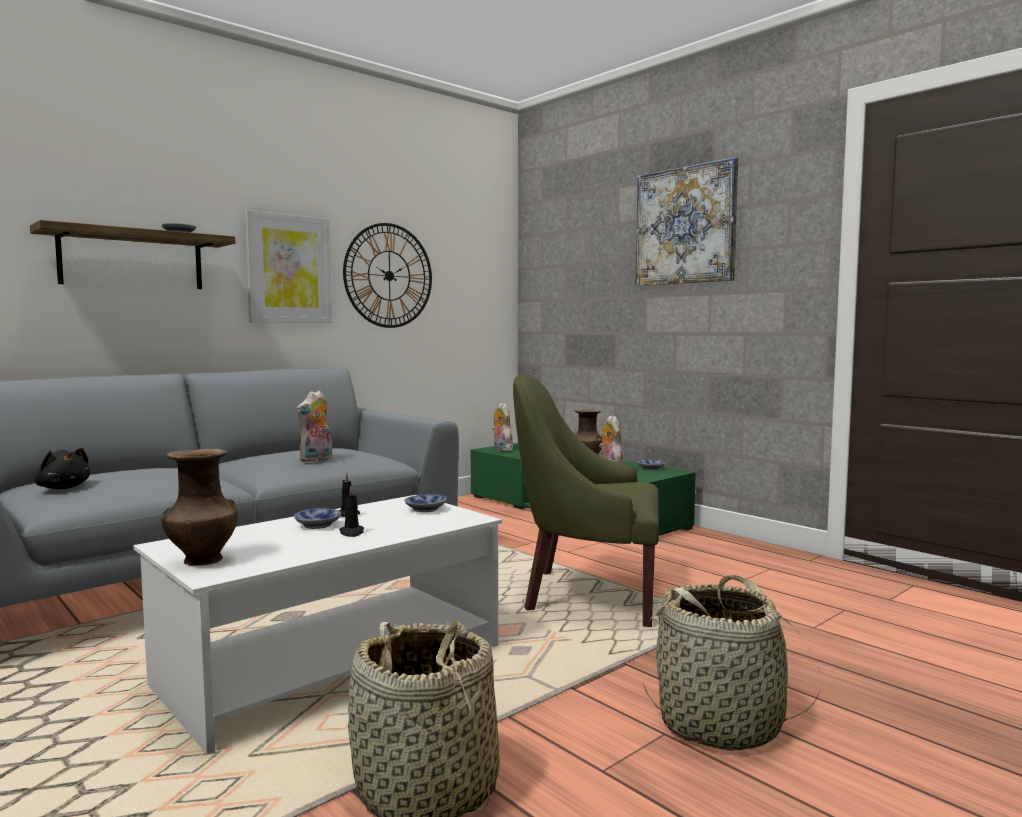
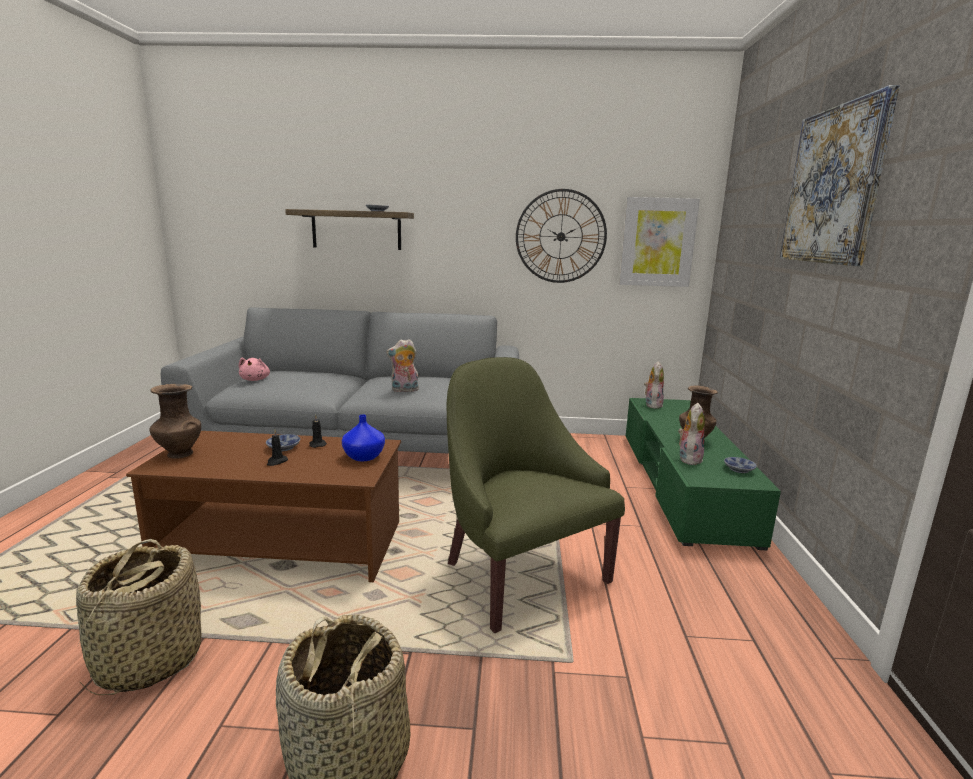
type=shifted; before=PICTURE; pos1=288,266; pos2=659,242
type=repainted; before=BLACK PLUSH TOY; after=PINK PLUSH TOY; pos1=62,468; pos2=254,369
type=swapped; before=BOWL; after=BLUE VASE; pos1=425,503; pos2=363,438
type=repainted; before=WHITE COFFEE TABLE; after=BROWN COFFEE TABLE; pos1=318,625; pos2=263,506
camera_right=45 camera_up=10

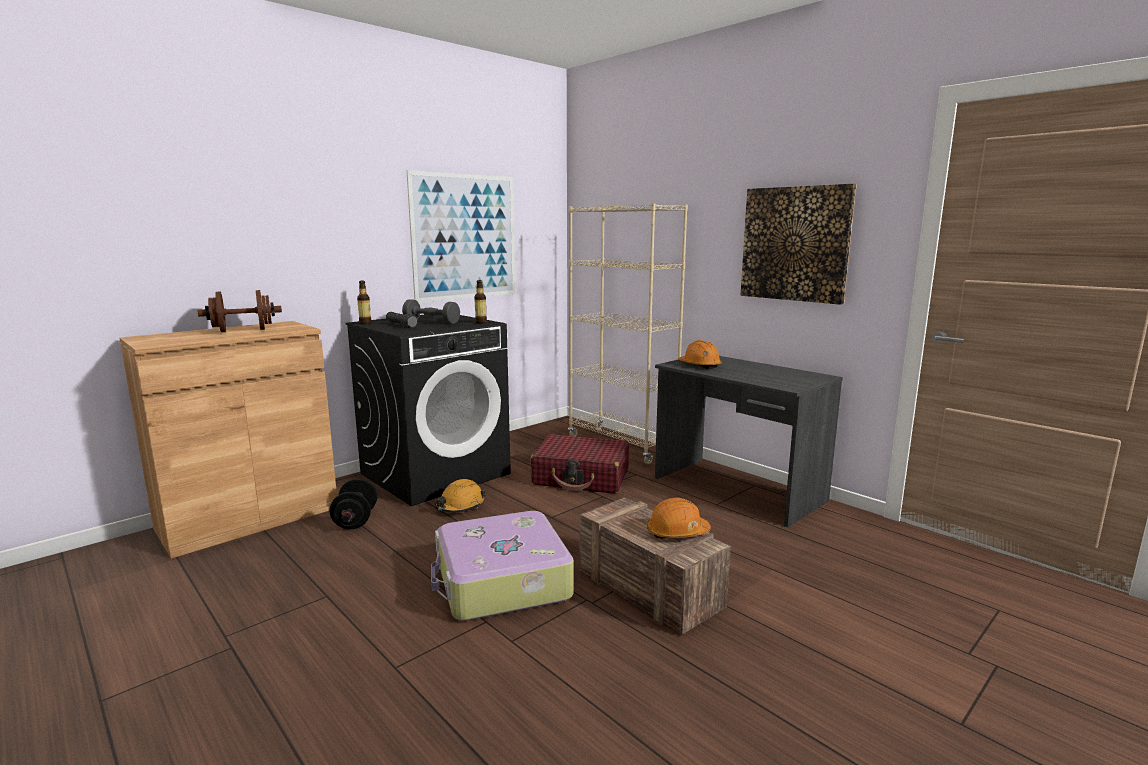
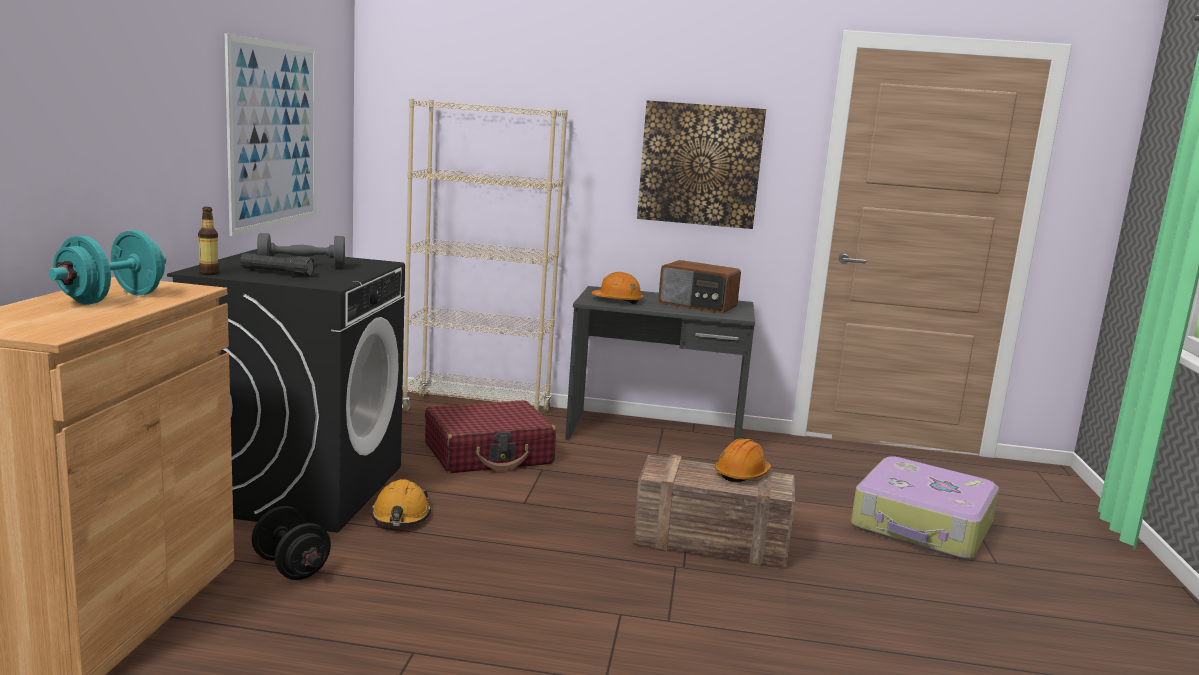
type=gone; before=BOTTLE; pos1=480,302
type=repainted; before=BROWN DUMBBELL; after=TURQUOISE DUMBBELL; pos1=239,311; pos2=107,267
type=shifted; before=SUITCASE; pos1=502,566; pos2=925,507
type=new; after=RADIO; pos2=699,286
camera_right=-40 camera_up=0

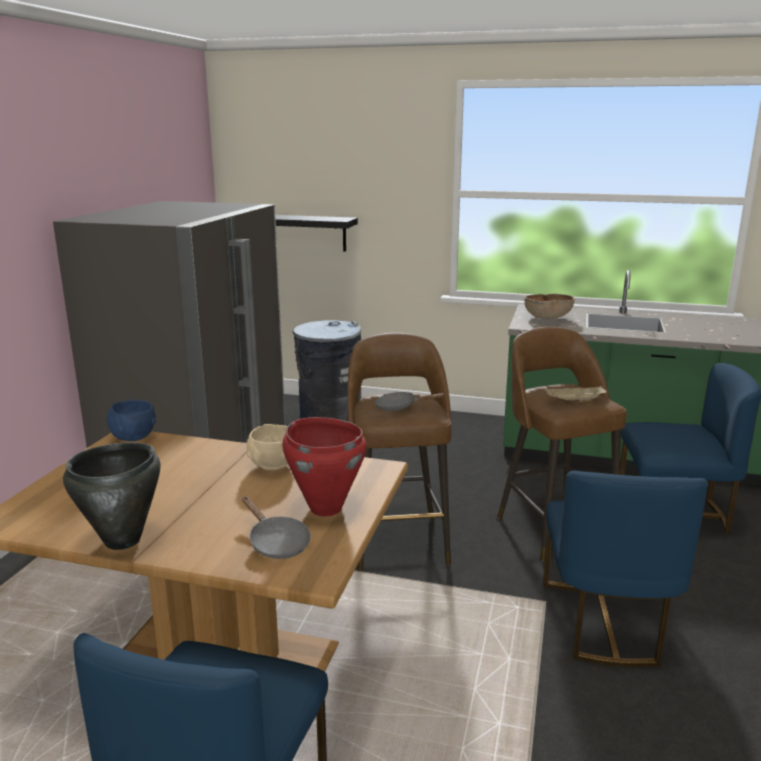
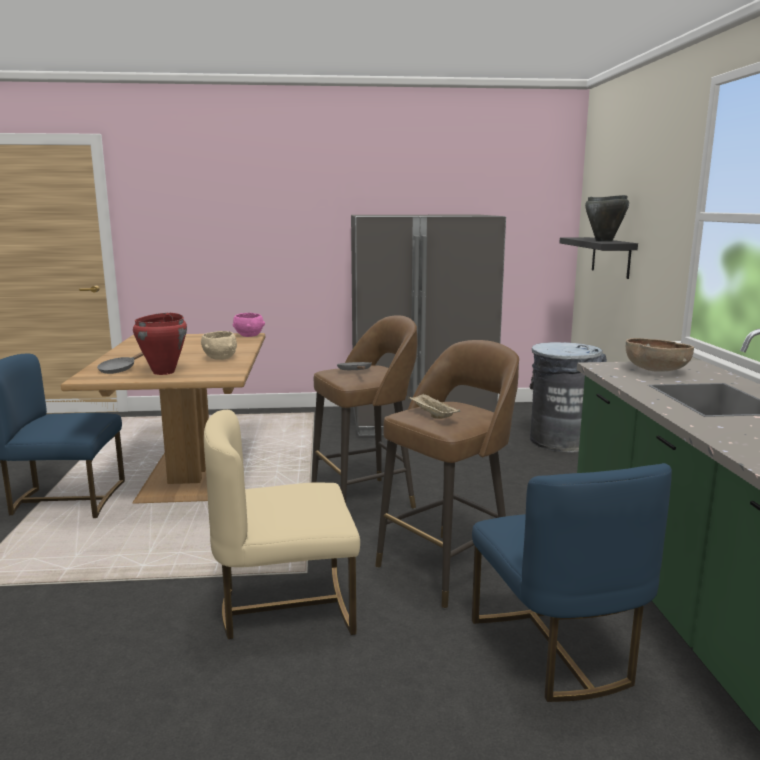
type=repainted; before=BLUE BOWL; after=PINK BOWL; pos1=131,420; pos2=249,325
type=shifted; before=BLACK COOKING POT; pos1=112,496; pos2=607,218
type=repainted; before=BLUE CHAIR; after=BEIGE CHAIR; pos1=625,569; pos2=282,524
camera_right=70 camera_up=-5

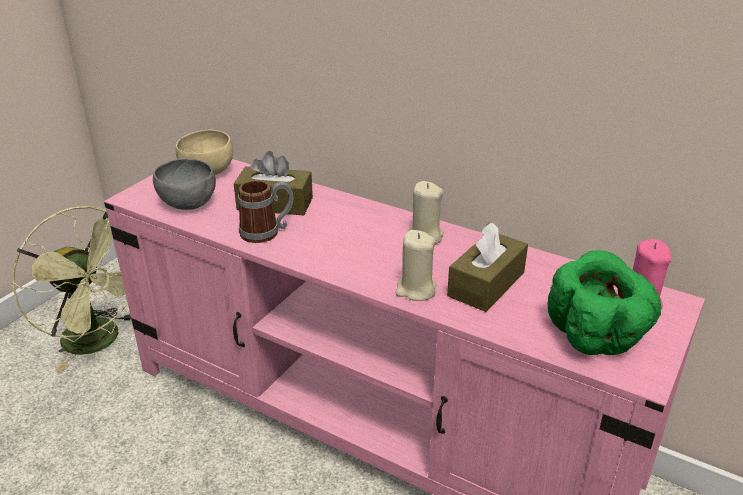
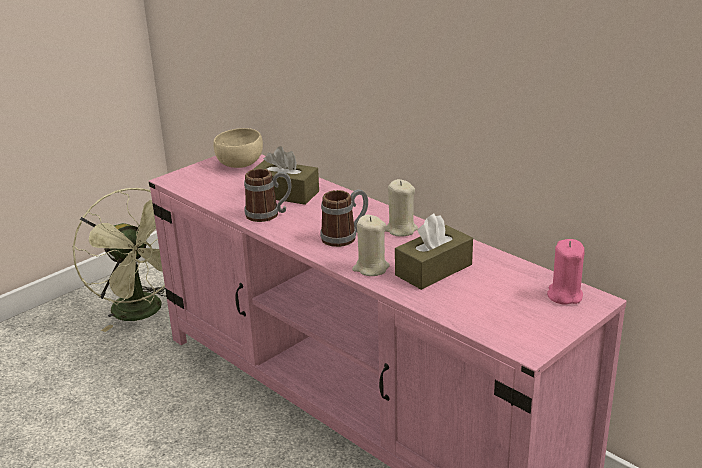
type=gone; before=GREY BOWL; pos1=184,184
type=gone; before=GREEN BOWL; pos1=604,302
type=new; after=MUG; pos2=344,218
camera_right=15 camera_up=-5

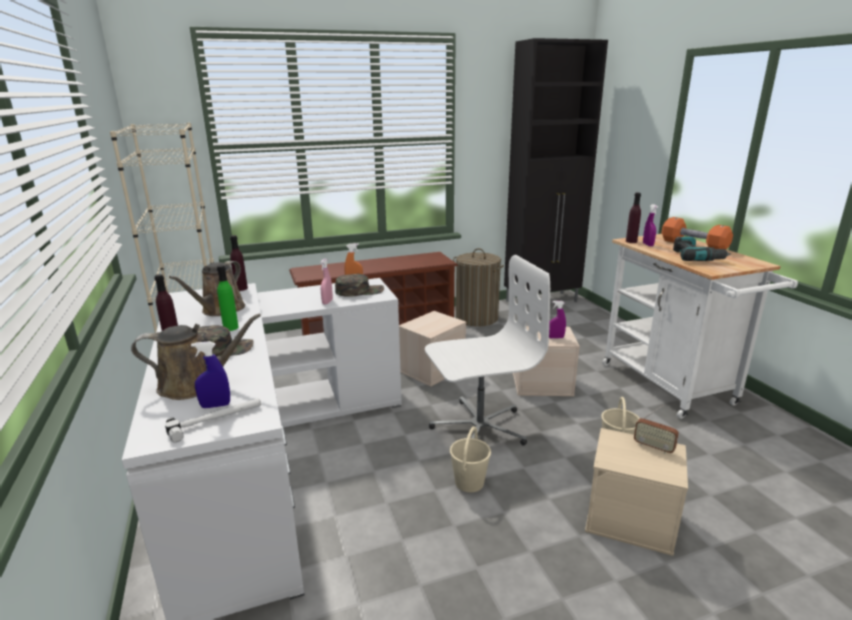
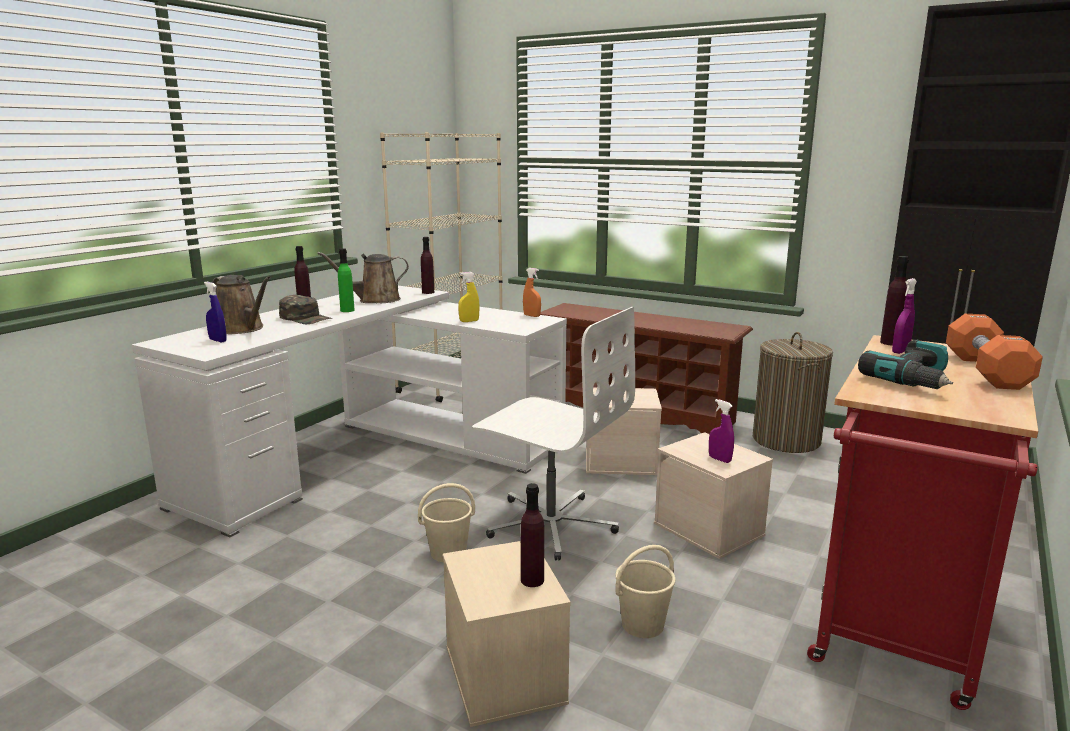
type=repainted; before=WHITE CART; after=RED CART; pos1=700,326; pos2=922,522
type=repainted; before=PINK SPRAY BOTTLE; after=YELLOW SPRAY BOTTLE; pos1=326,281; pos2=468,297
type=gone; before=GREEN CAP; pos1=359,285
type=gone; before=HAMMER; pos1=213,420
type=swapped; before=RADIO; after=PURPLE BOTTLE; pos1=656,430; pos2=532,535
camera_right=50 camera_up=-5

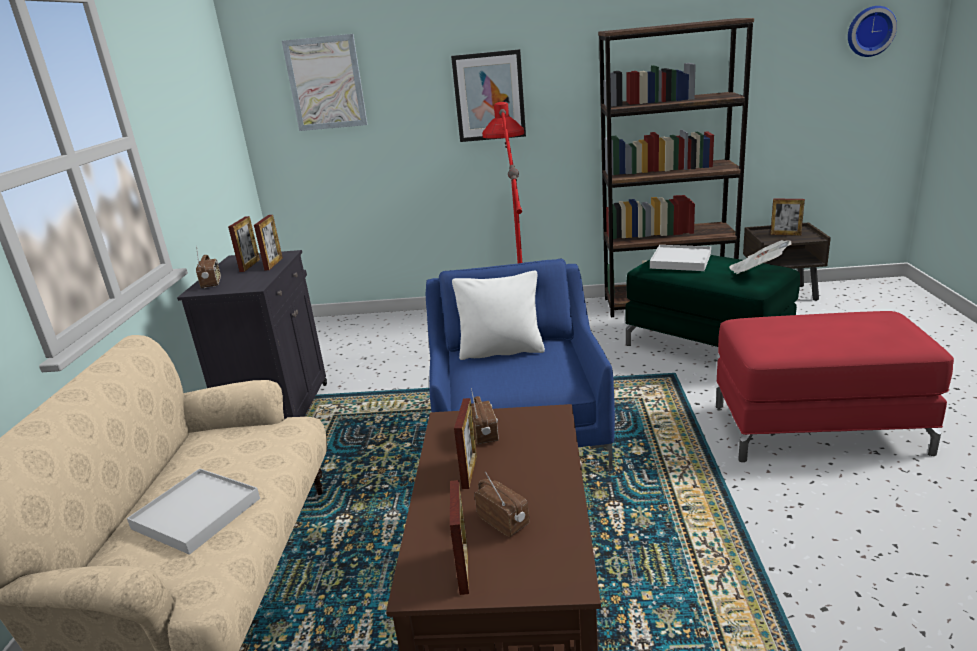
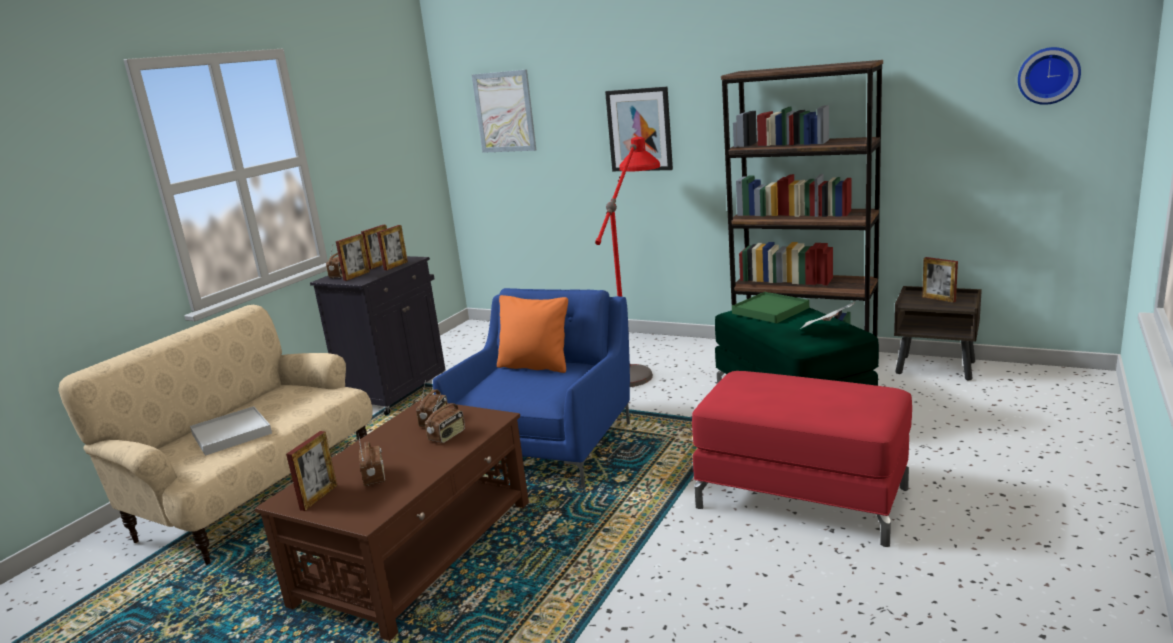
type=repainted; before=WHITE TRAY; after=GREEN TRAY; pos1=680,258; pos2=770,307
type=repainted; before=WHITE PILLOW; after=ORANGE PILLOW; pos1=498,315; pos2=532,334
type=shifted; before=PICTURE FRAME; pos1=465,443; pos2=353,257
type=new; after=RADIO; pos2=445,418
camera_right=25 camera_up=-5

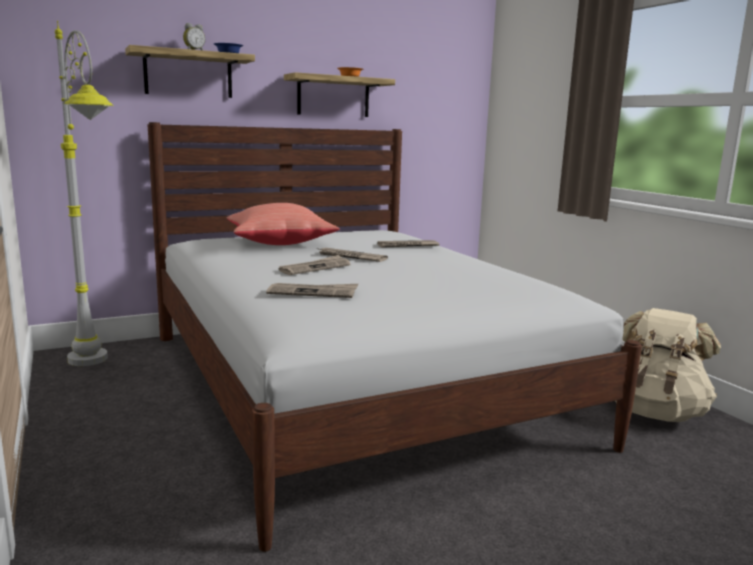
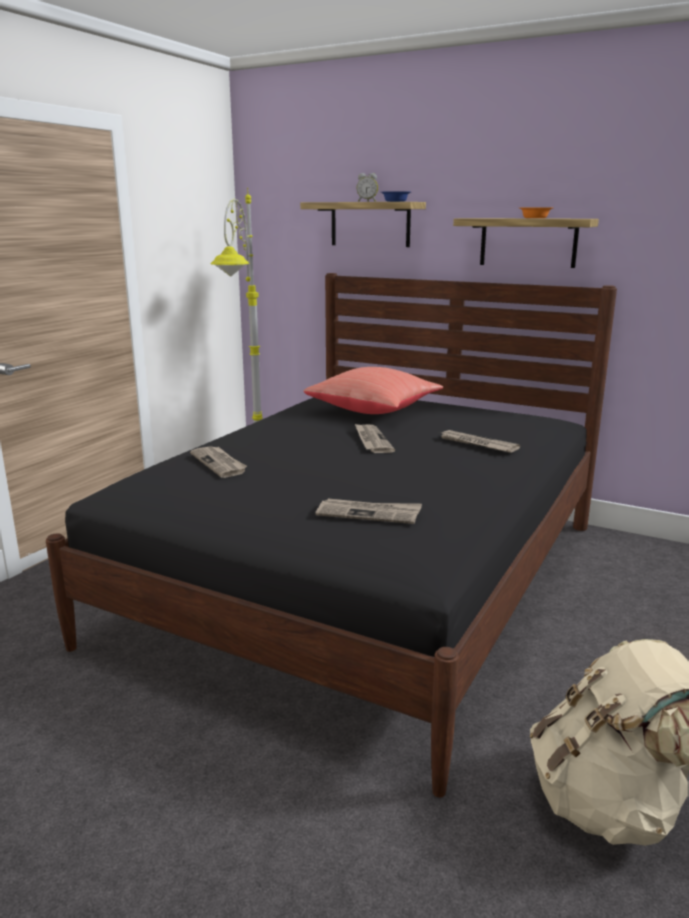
type=repainted; before=WHITE BED; after=BLACK BED; pos1=395,337; pos2=331,535
type=shifted; before=NEWSPAPER; pos1=315,265; pos2=369,511
camera_right=55 camera_up=5

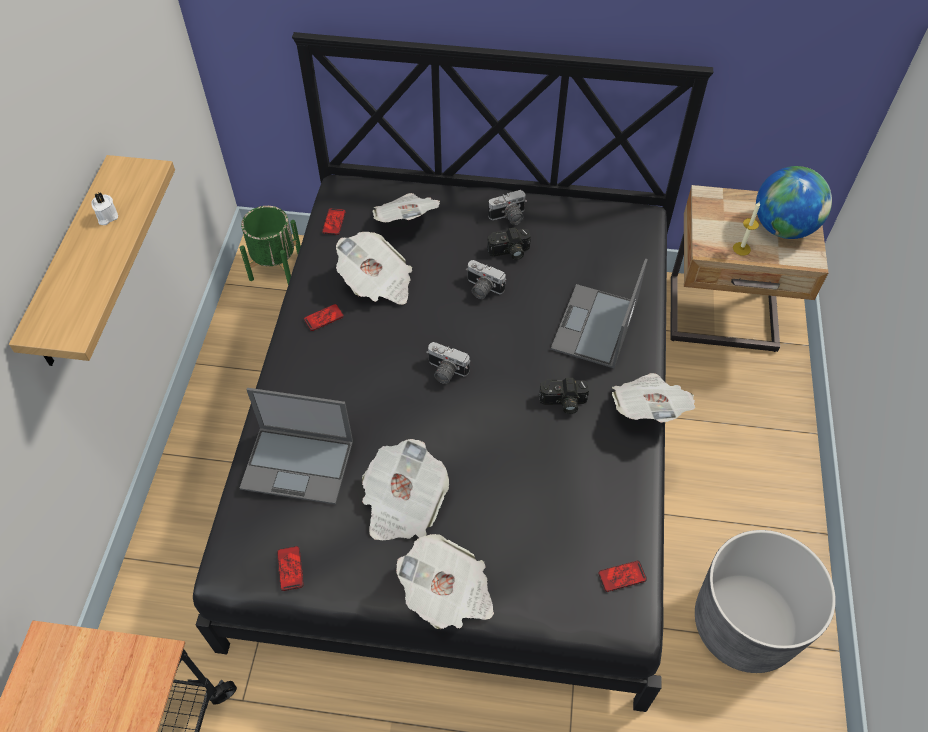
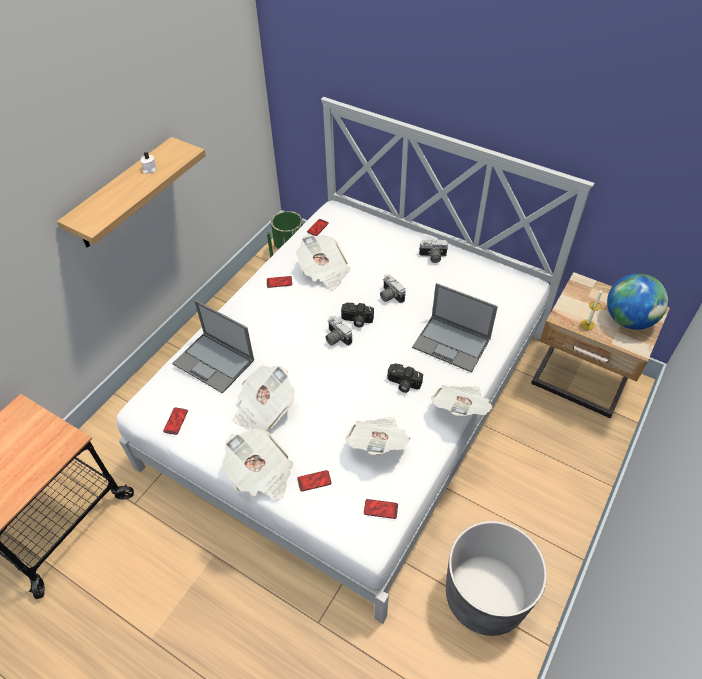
type=repainted; before=BLACK BED; after=WHITE BED; pos1=453,372; pos2=355,360
type=shifted; before=NEWSPAPER; pos1=406,207; pos2=378,436
type=shifted; before=PHOTO CAMERA; pos1=509,243; pos2=357,315
type=rotated; before=LAPTOP; pos1=599,313; pos2=455,328; turn=-105
type=new; after=PHONE; pos2=314,481
camera_right=25 camera_up=-5

